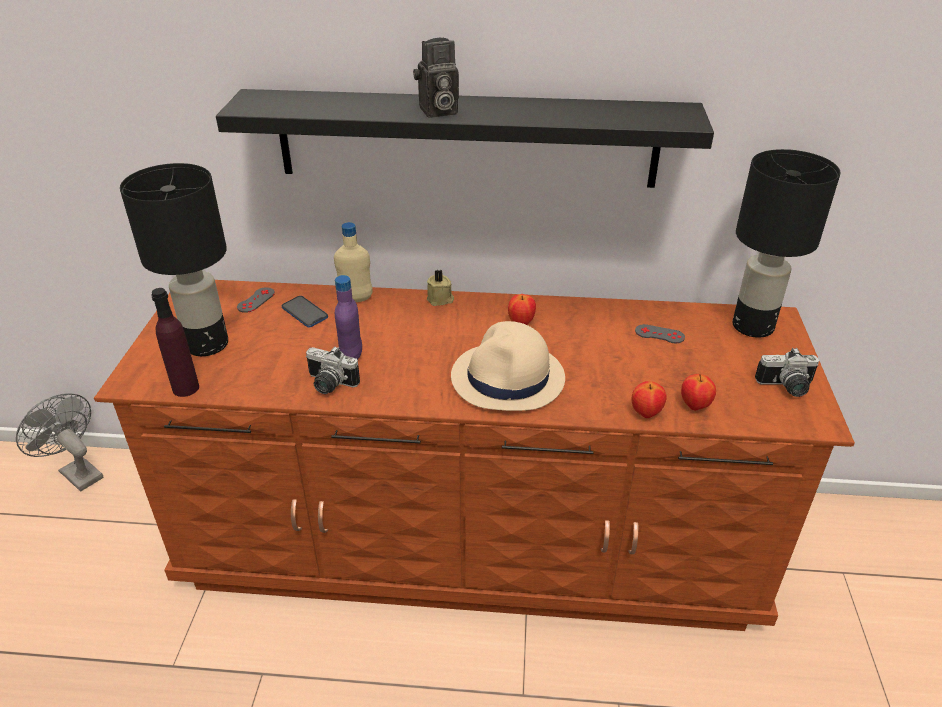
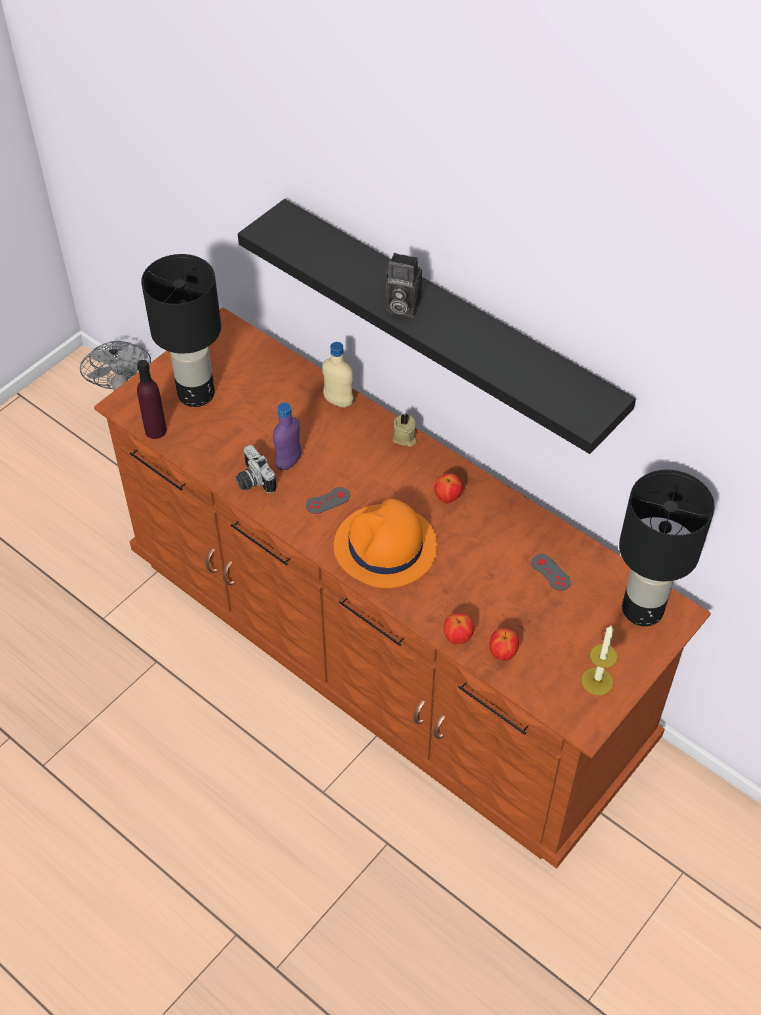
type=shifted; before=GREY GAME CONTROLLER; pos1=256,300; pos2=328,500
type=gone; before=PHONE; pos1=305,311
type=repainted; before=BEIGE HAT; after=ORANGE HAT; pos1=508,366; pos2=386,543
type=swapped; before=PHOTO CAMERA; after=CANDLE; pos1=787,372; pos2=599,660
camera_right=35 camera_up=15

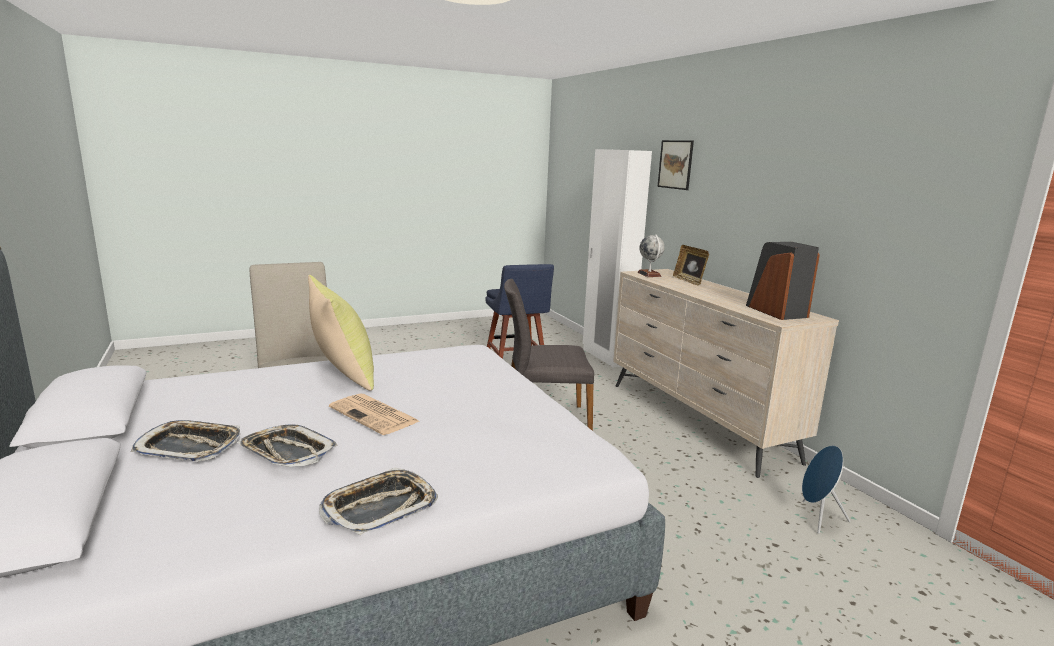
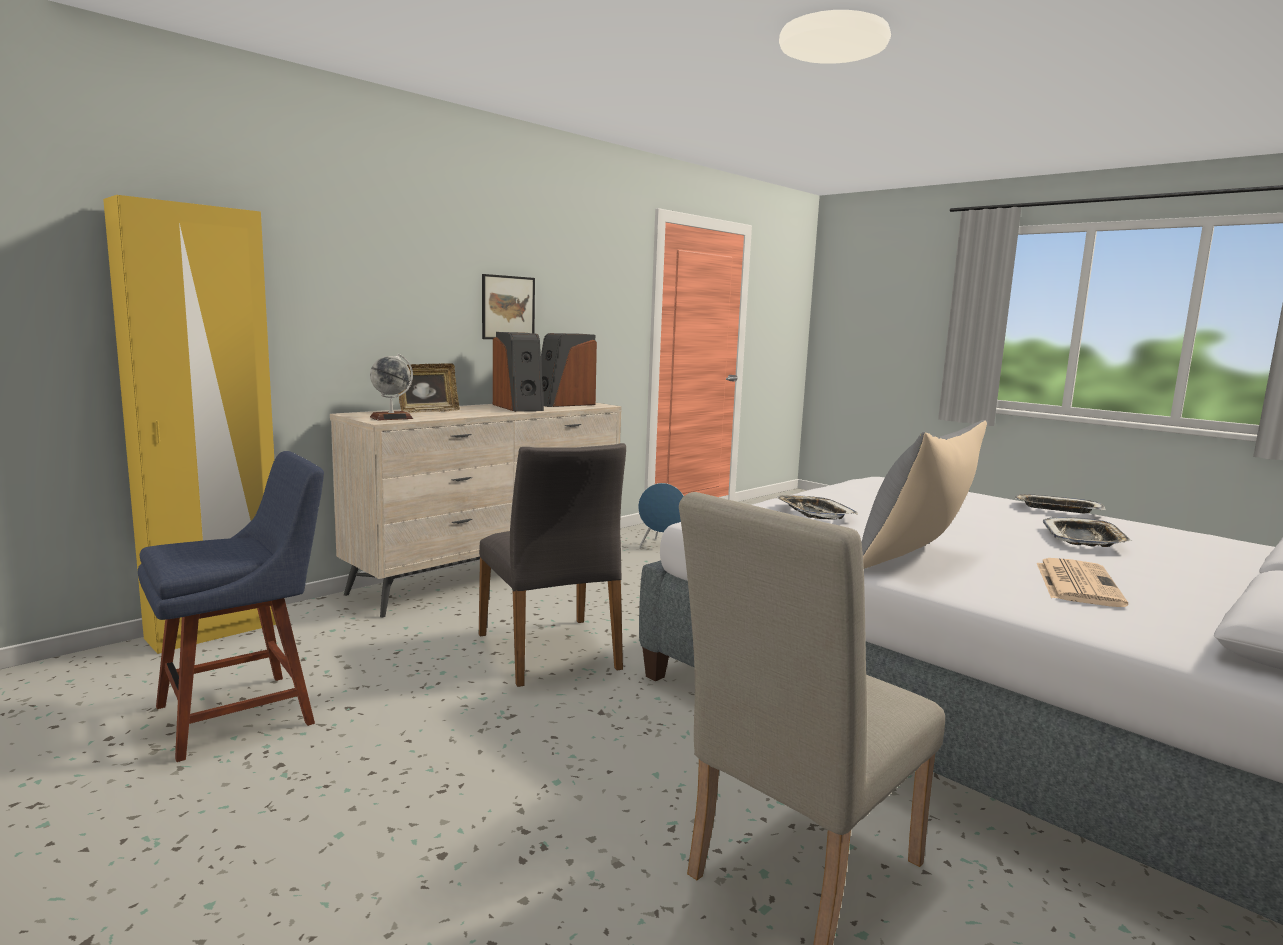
type=shifted; before=PICTURE; pos1=675,165; pos2=508,306
type=repainted; before=WHITE WARDROBE; after=YELLOW WARDROBE; pos1=617,258; pos2=189,424
type=repainted; before=YELLOW PILLOW; after=GREY PILLOW; pos1=341,333; pos2=924,494
type=shifted; before=NEWSPAPER; pos1=374,414; pos2=1082,582
type=shifted; before=TRAY; pos1=185,440; pos2=817,507
type=new; after=SPEAKER; pos2=518,372
camera_right=-110 camera_up=-5

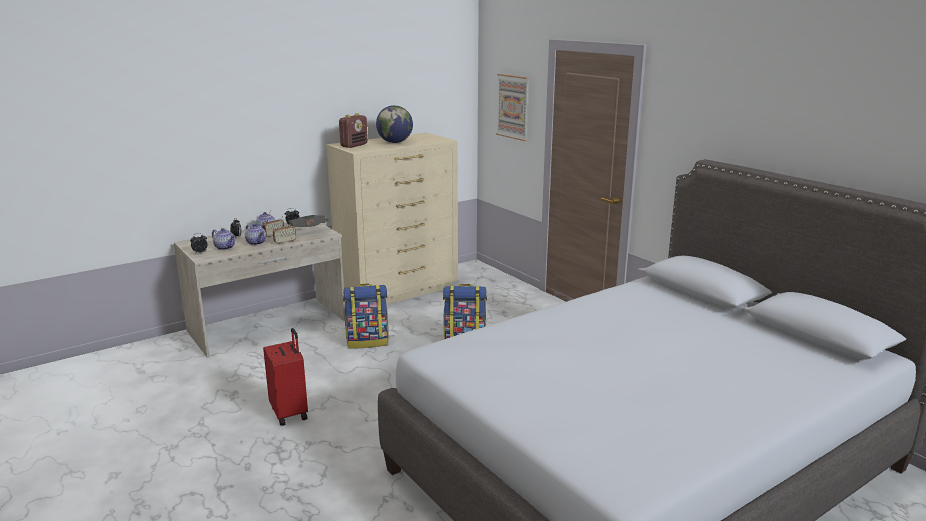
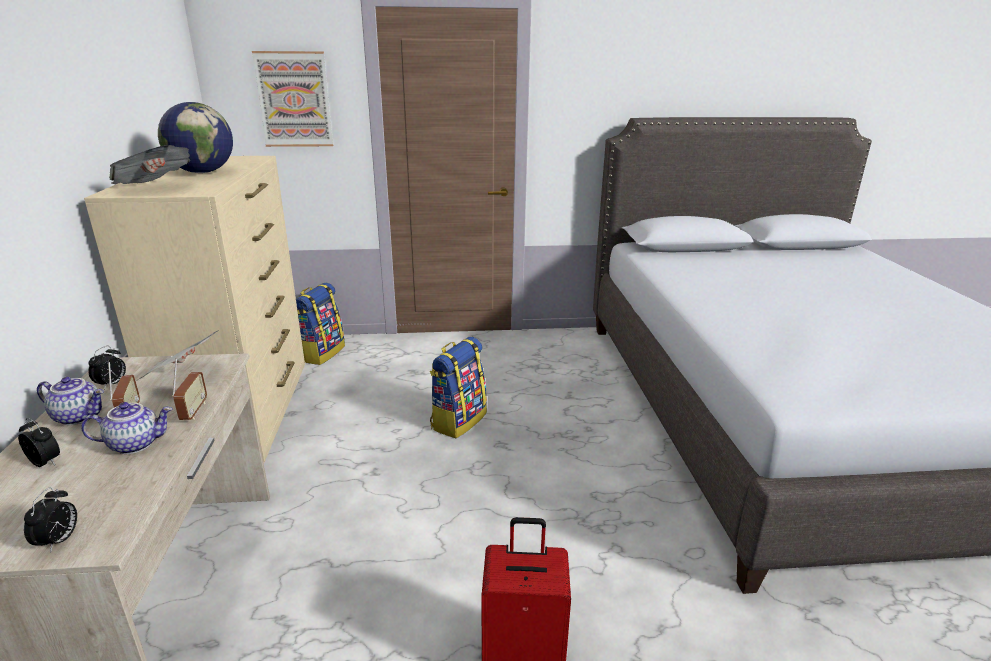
type=swapped; before=RADIO; after=NEWSPAPER; pos1=353,130; pos2=150,164
type=gone; before=TEAPOT; pos1=223,239
type=shifted; before=BACKPACK; pos1=366,316; pos2=320,324
camera_right=-60 camera_up=5

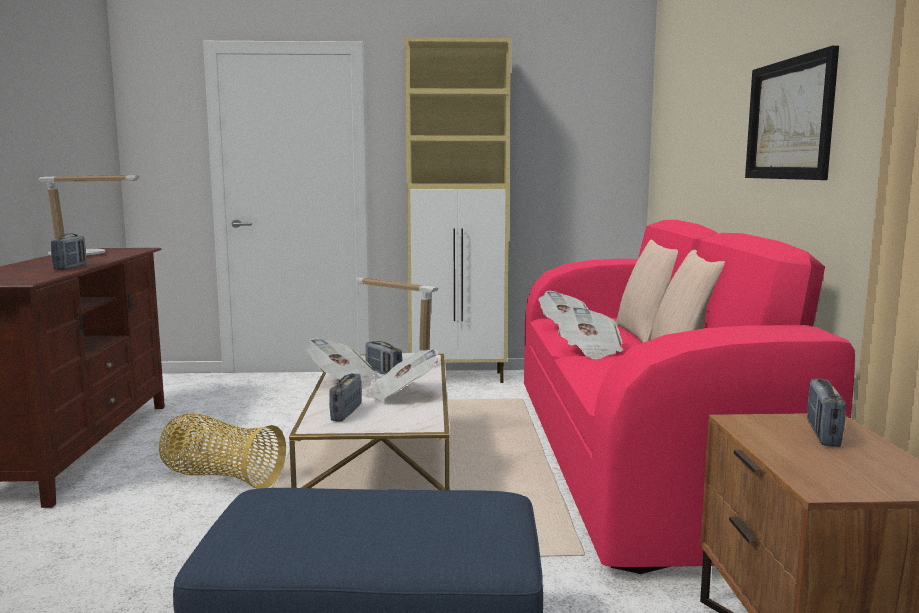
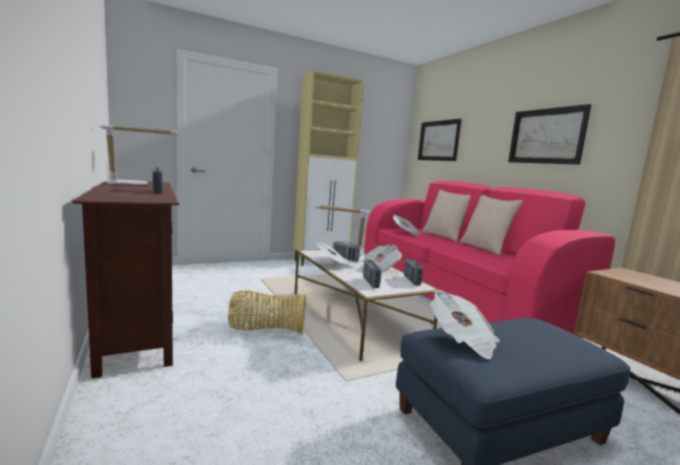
type=shifted; before=NEWSPAPER; pos1=590,333; pos2=465,324
type=shifted; before=RADIO; pos1=826,412; pos2=413,272
type=new; after=PICTURE; pos2=440,140
camera_right=-25 camera_up=0

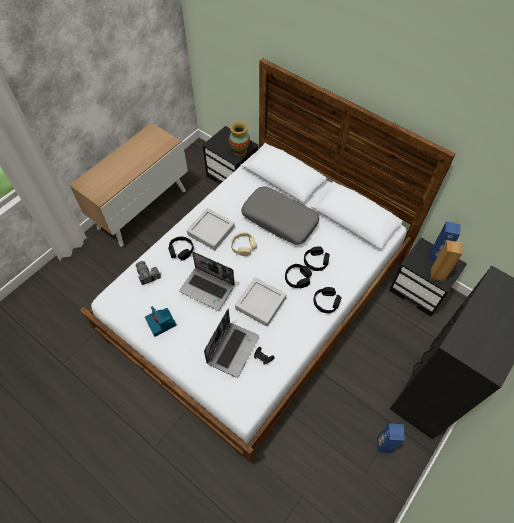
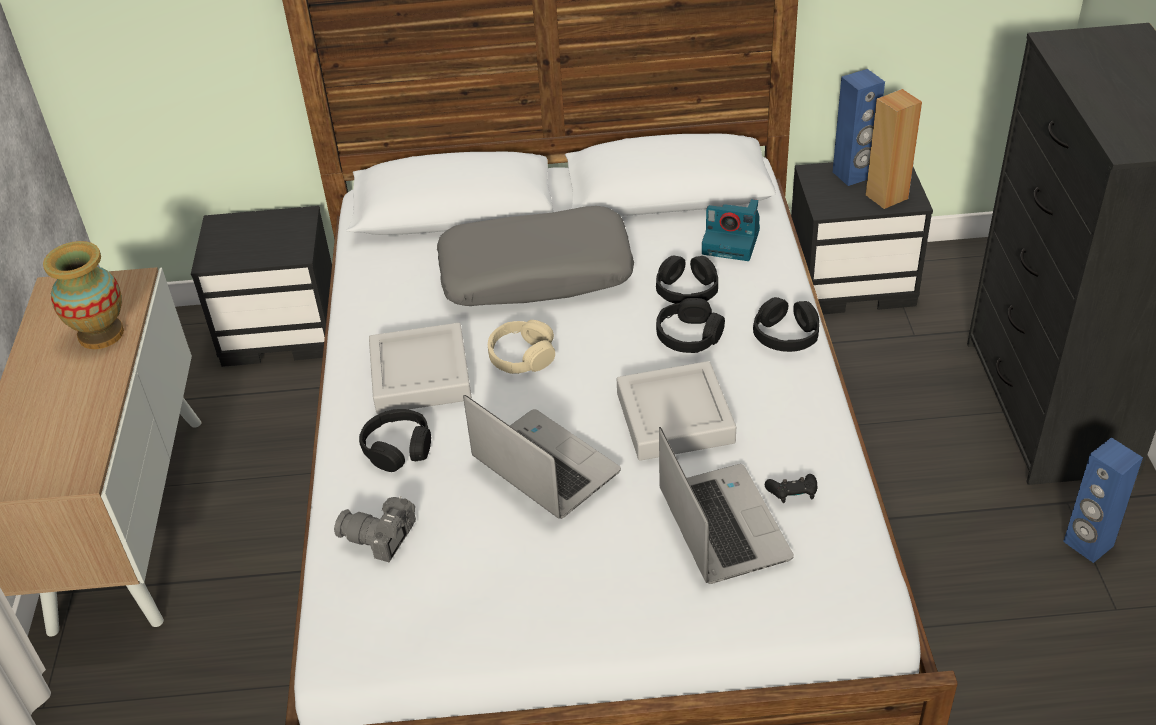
type=shifted; before=VASE; pos1=239,138; pos2=83,295
type=rotated; before=LAPTOP; pos1=207,280; pos2=542,457; turn=-120
type=shifted; before=PHOTO CAMERA; pos1=161,321; pos2=731,230
camera_right=-40 camera_up=-15

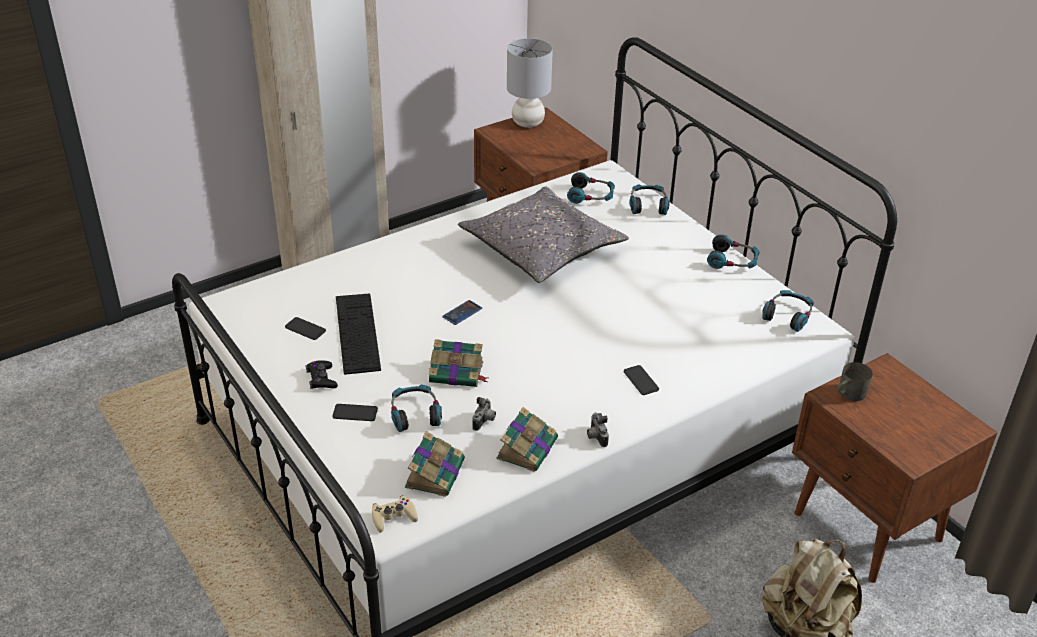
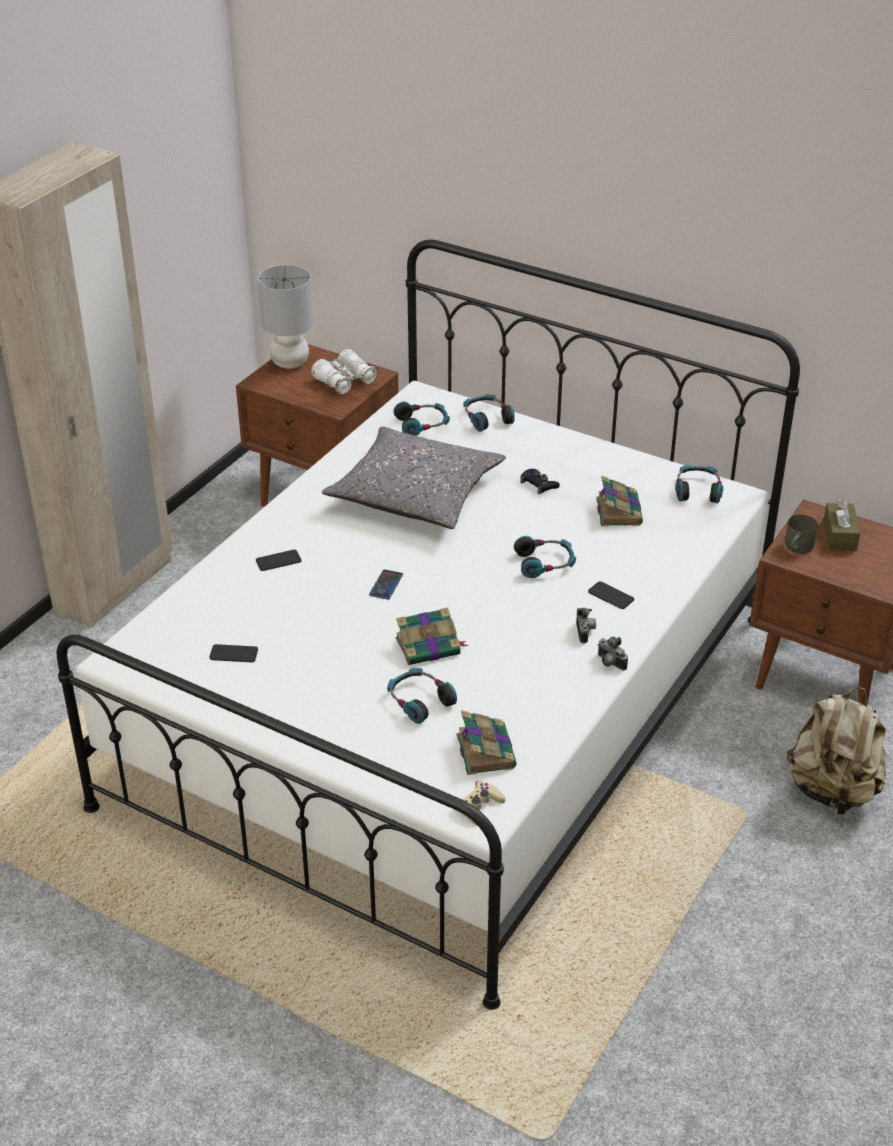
type=shifted; before=HEADPHONES; pos1=733,251; pos2=545,557
type=gone; before=KEYBOARD; pos1=358,334
type=shifted; before=BLACK GAME CONTROLLER; pos1=322,374; pos2=540,481
type=shifted; before=PHOTO CAMERA; pos1=484,414; pos2=586,626
type=shifted; before=PHONE; pos1=355,412; pos2=278,560
type=shifted; before=BOOK; pos1=527,439; pos2=619,501
type=new; after=WHITE BINOCULARS; pos2=344,371
type=new; after=BROWN TISSUE BOX; pos2=841,525
camera_right=-25 camera_up=0

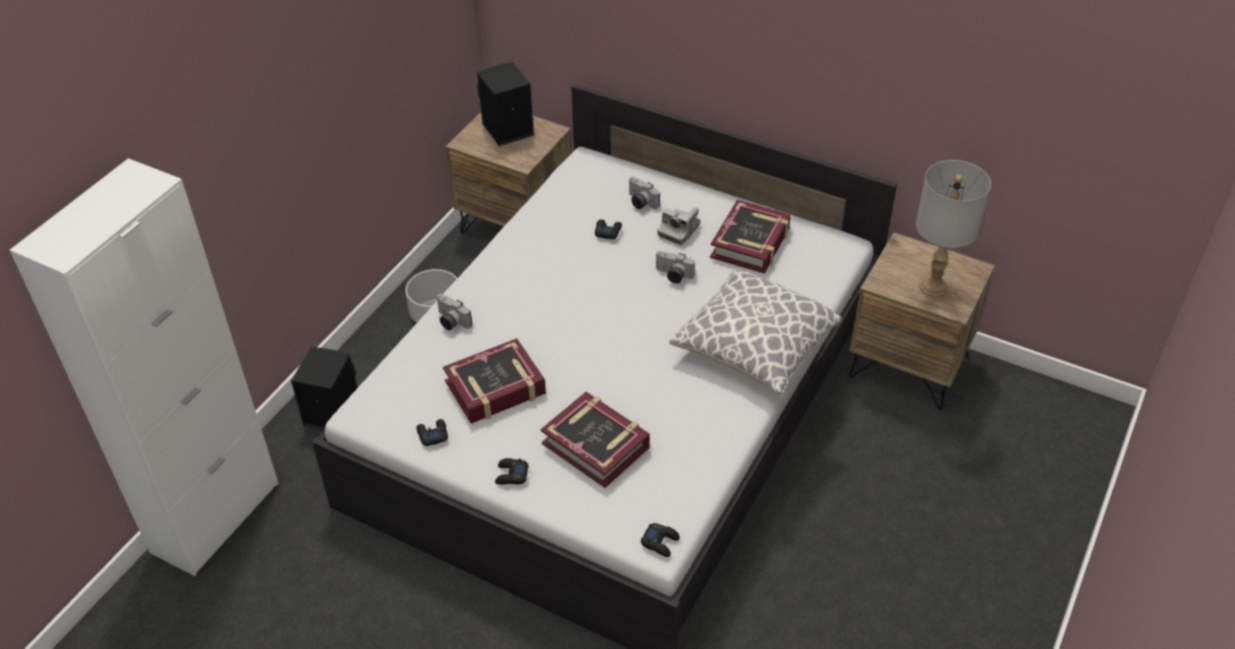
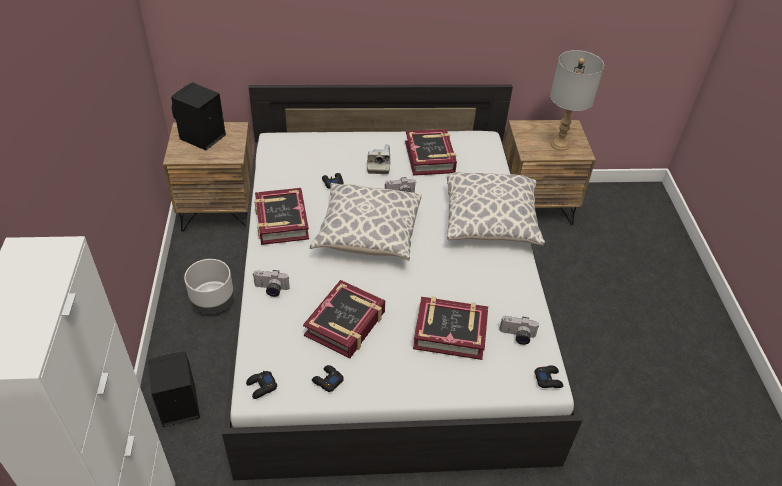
type=shifted; before=PHOTO CAMERA; pos1=644,193; pos2=519,330
type=shifted; before=BLACK GAME CONTROLLER; pos1=512,471; pos2=261,385
type=new; after=PILLOW; pos2=366,222
type=new; after=BOOK; pos2=281,216
camera_right=-35 camera_up=0

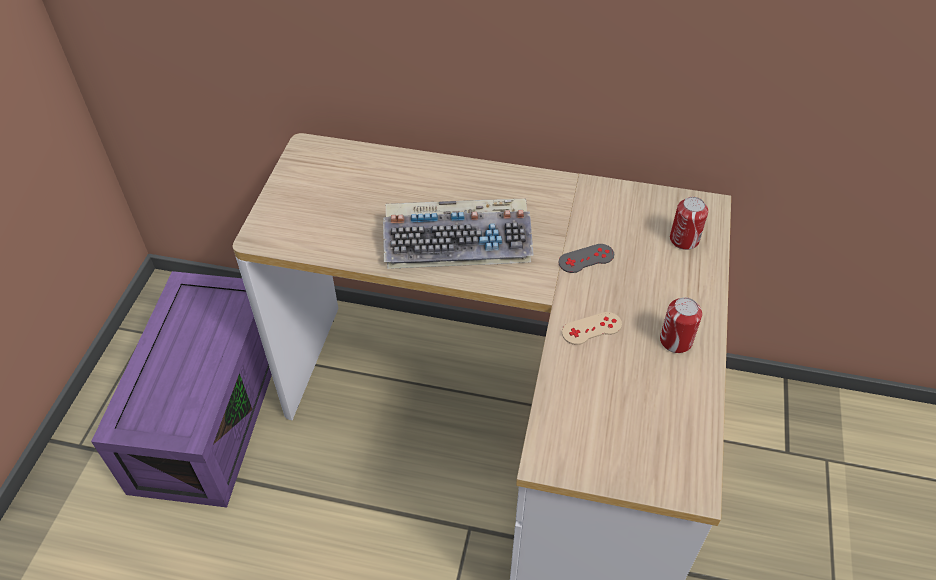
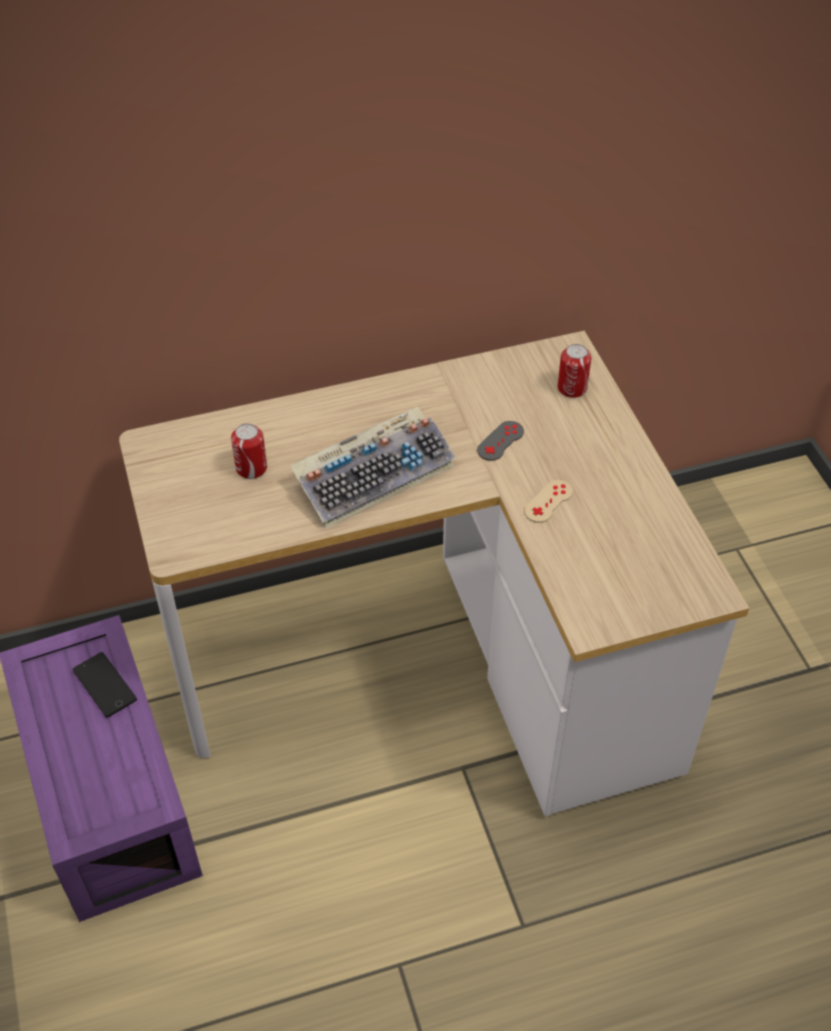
type=shifted; before=CAN; pos1=681,325; pos2=249,451
type=new; after=PHONE; pos2=104,685
camera_right=-30 camera_up=0

